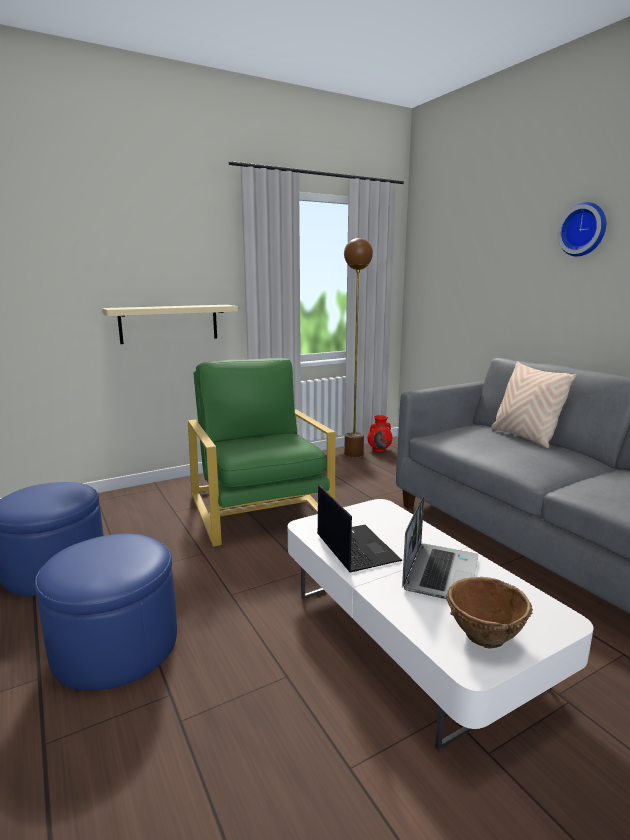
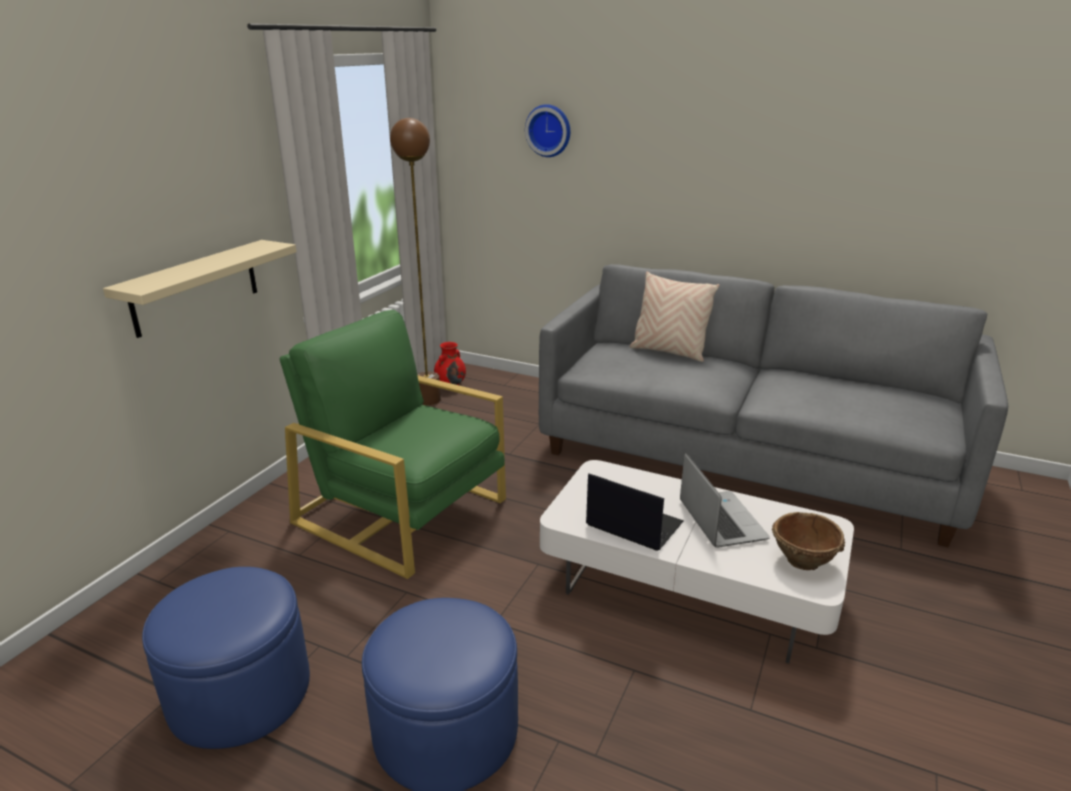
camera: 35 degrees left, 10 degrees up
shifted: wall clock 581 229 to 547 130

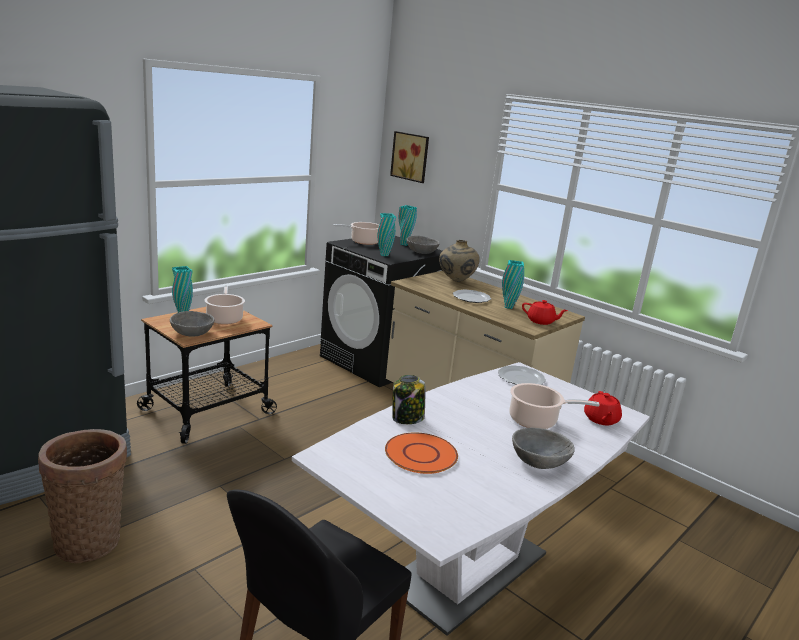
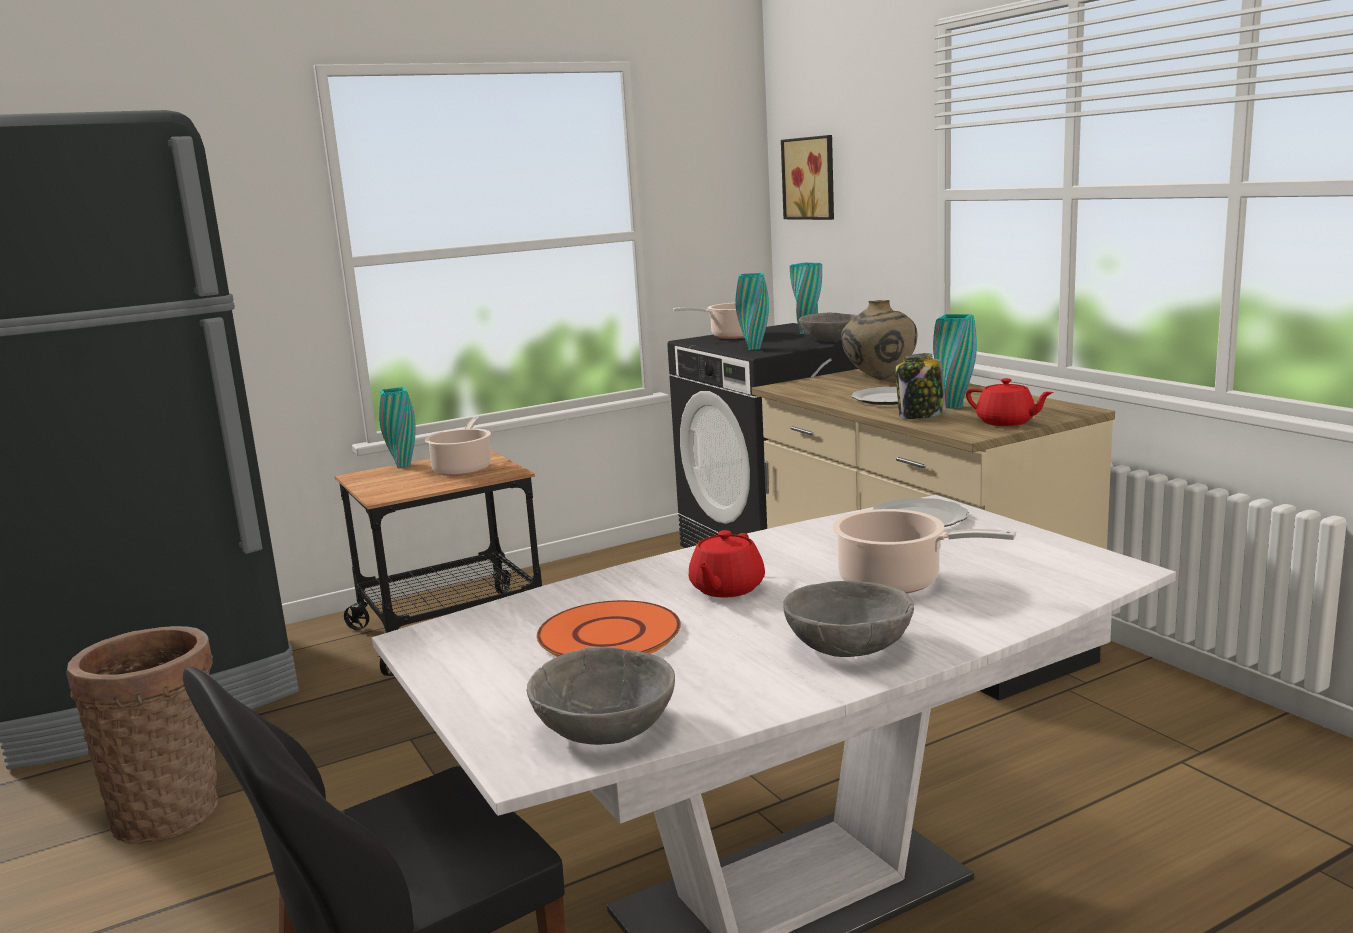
camera: 20 degrees right, 5 degrees down
shifted: grey bowl 192 324 to 601 696; jar 409 399 to 921 386; red teapot 603 408 to 727 564

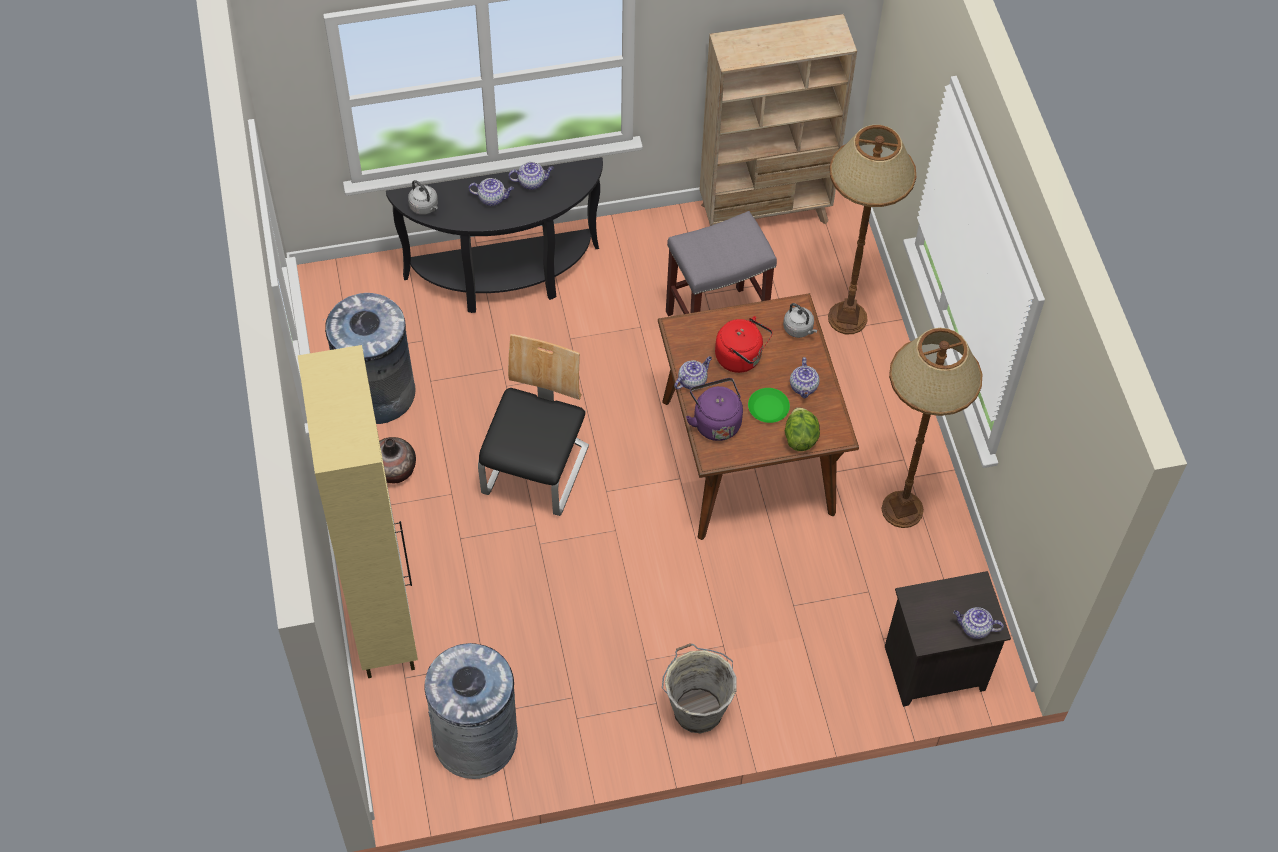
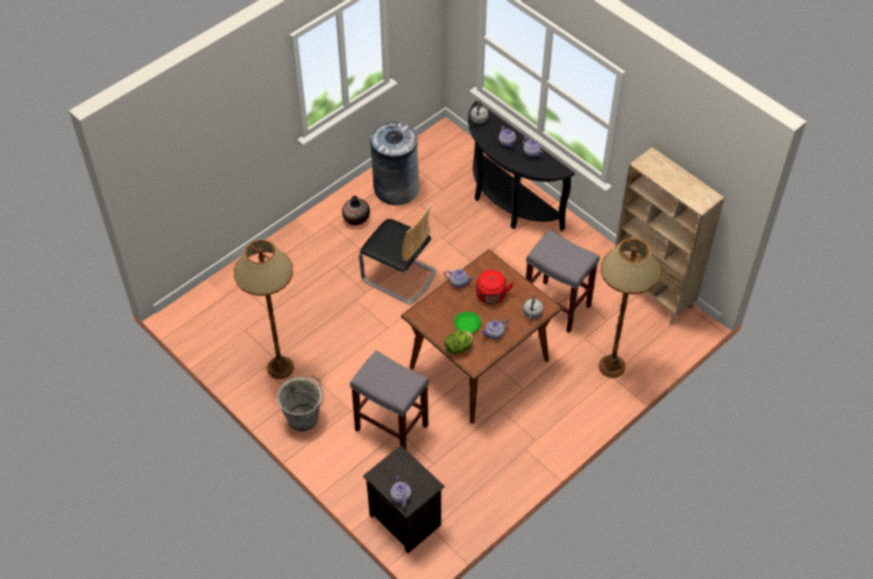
camera: 60 degrees right, 5 degrees down
gone: beige cabinet 357 511; grey trash can 471 711; purple kettle 714 409
new: grey stool 389 399
shifted: brown floor lamp 932 428 to 264 309
rotated: chair 533 425 = 397 254 45 degrees clockwise

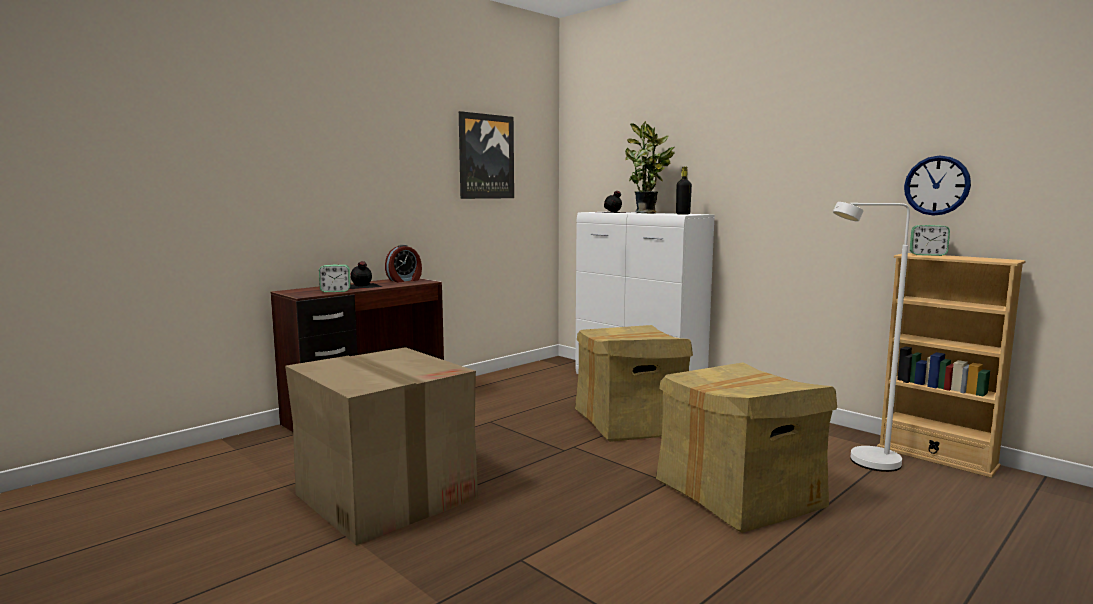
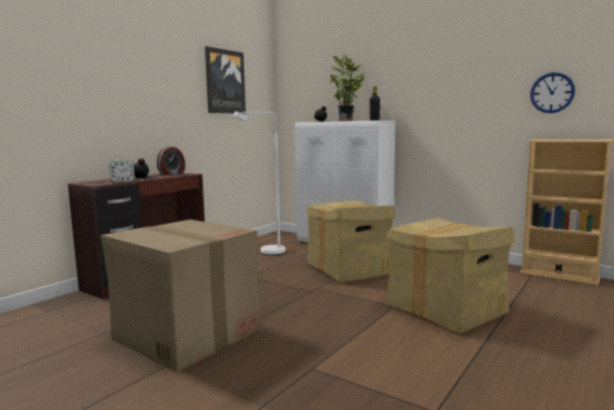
camera: 10 degrees left, 0 degrees up
gone: alarm clock 930 240
shifted: white floor lamp 871 337 to 259 183

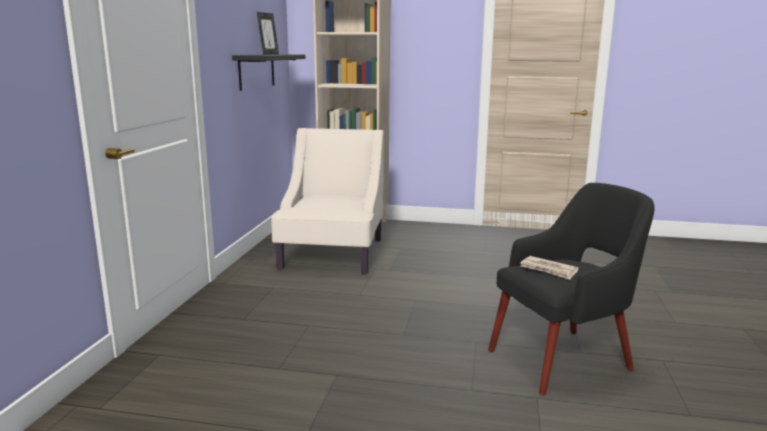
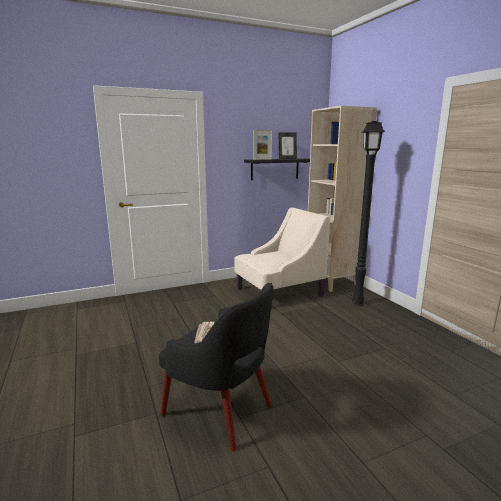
camera: 55 degrees right, 0 degrees up
new: picture frame 262 145; black floor lamp 368 213

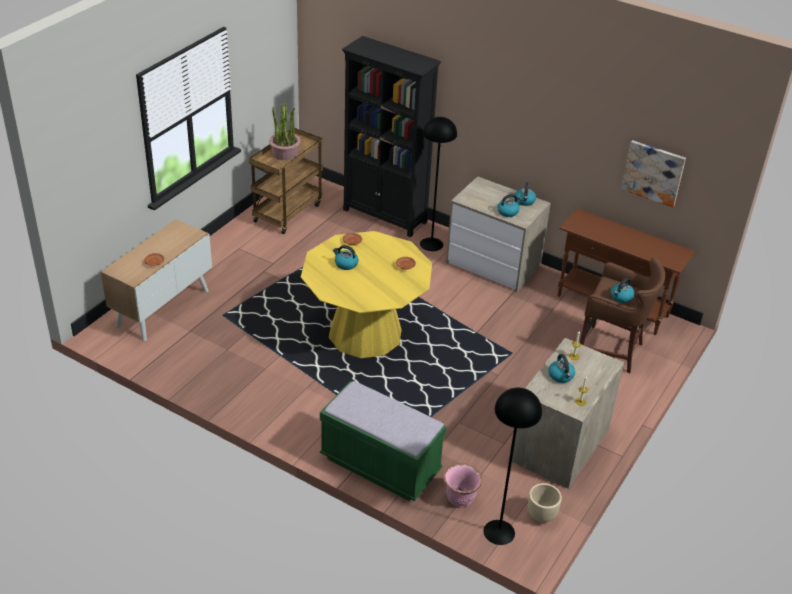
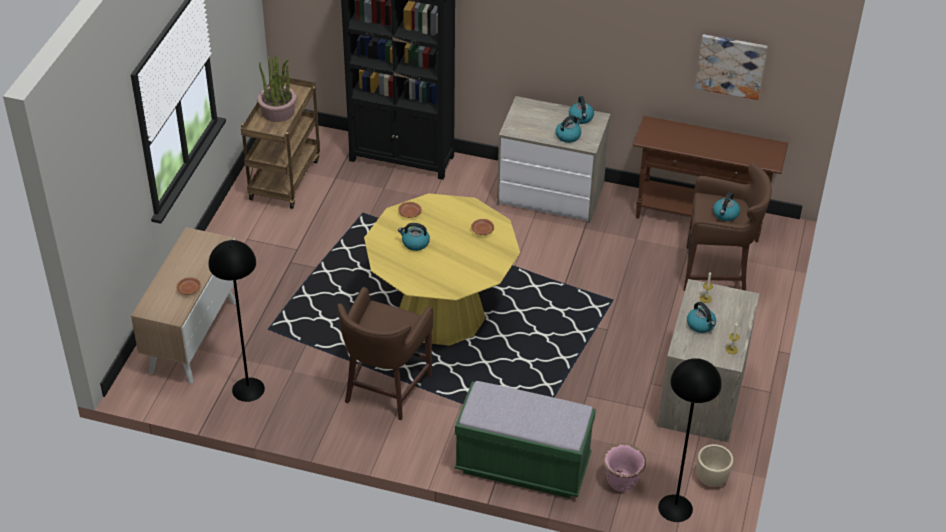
camera: 15 degrees left, 5 degrees up
new: brown stool 385 353
shifted: black floor lamp 438 184 to 237 321

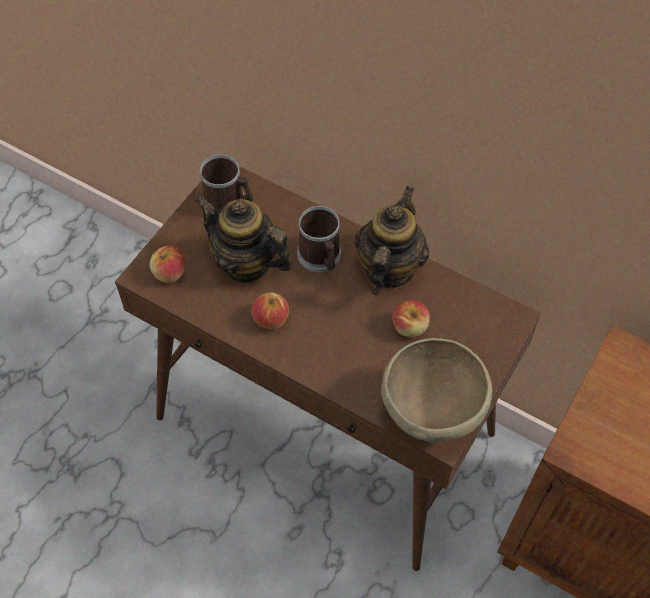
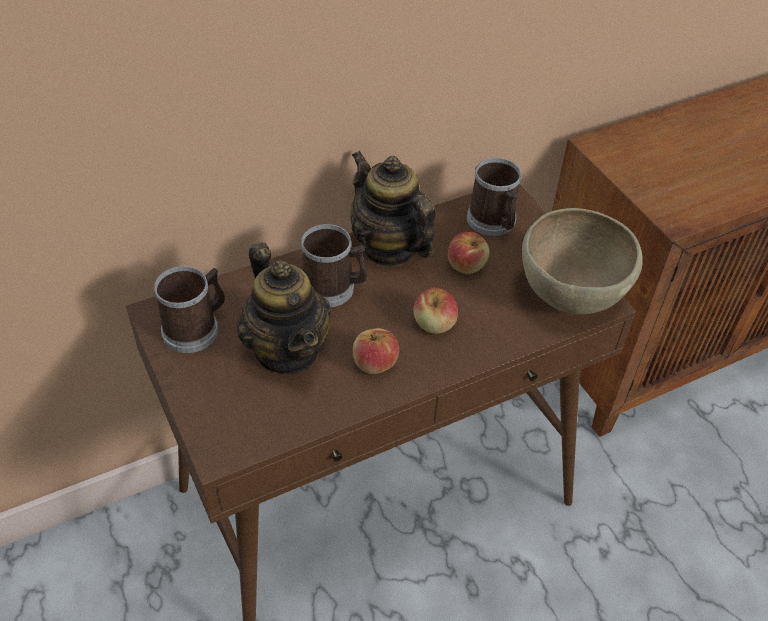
camera: 60 degrees left, 10 degrees down
new: mug 494 197
shifted: apple 168 264 to 435 311
rotated: teapot 244 240 = 284 308 90 degrees counterclockwise

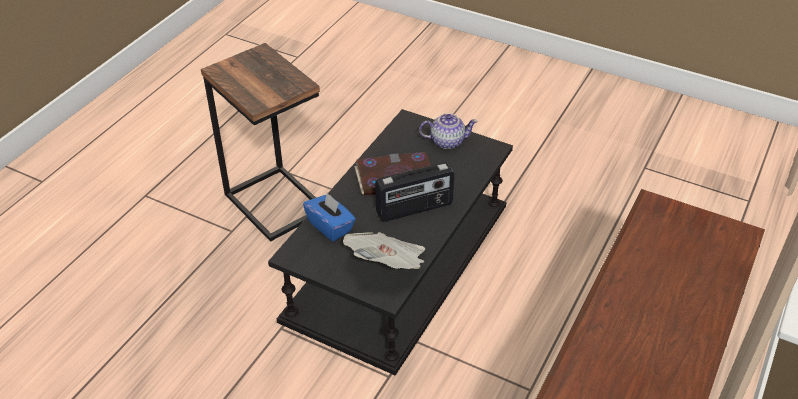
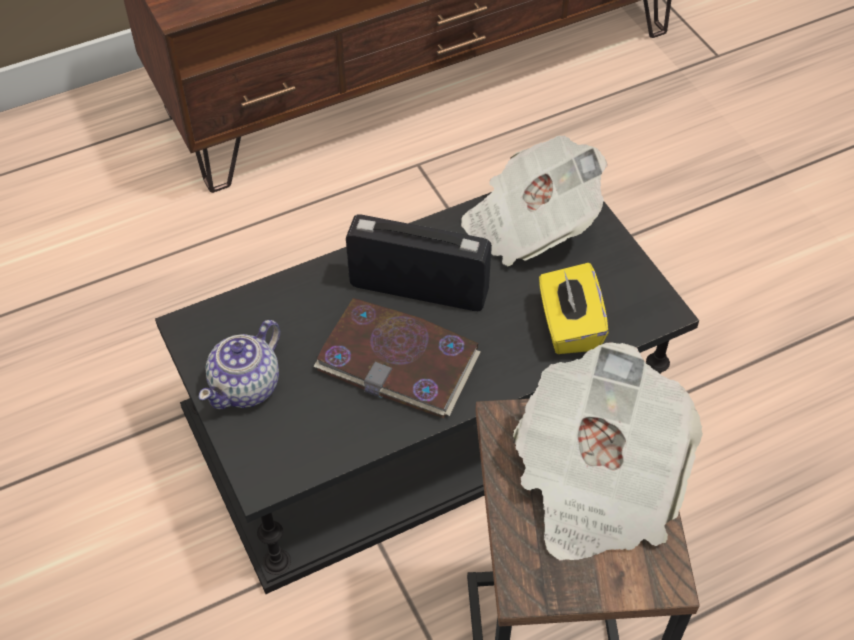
camera: 145 degrees left, 10 degrees up
new: newspaper 608 451
repainted: blue tissue box 329 217 to yellow tissue box 574 308
rotated: teapot 448 131 = 239 364 90 degrees counterclockwise

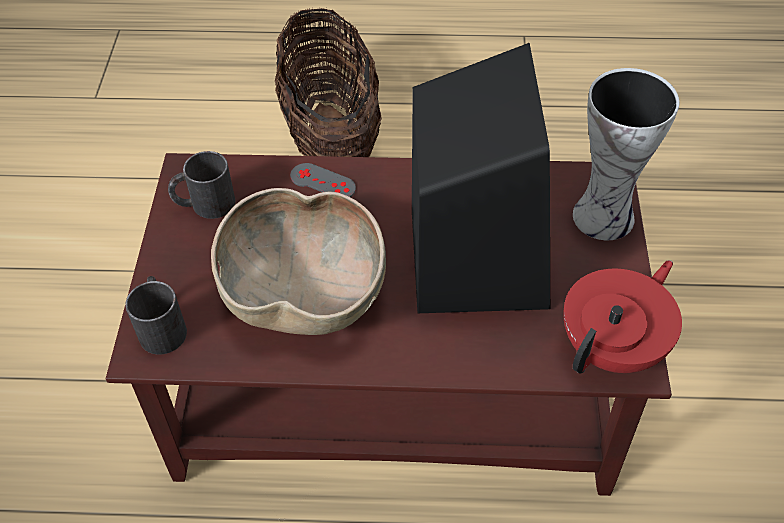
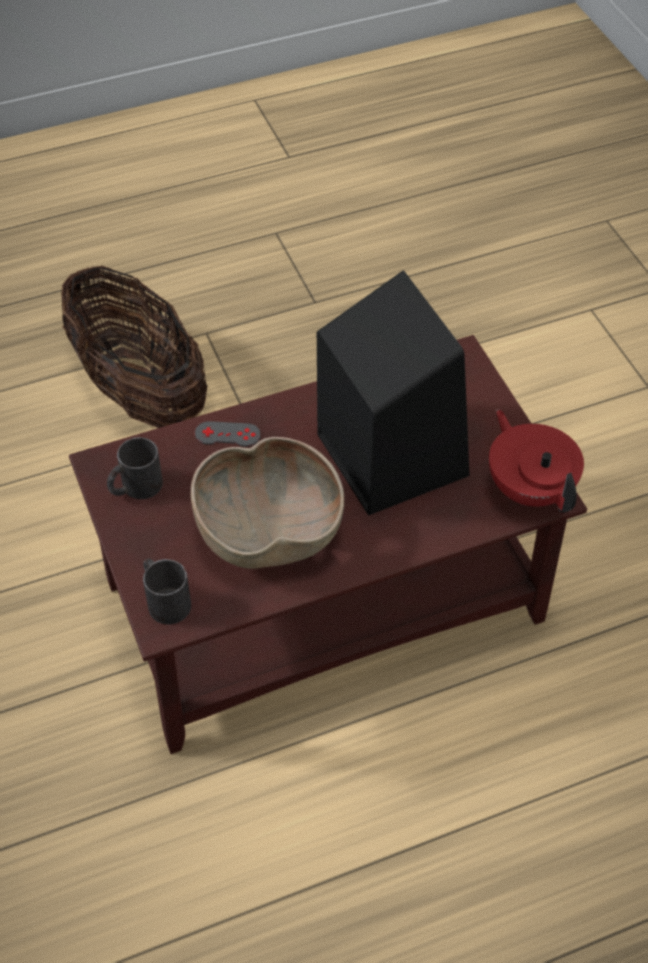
camera: 25 degrees left, 0 degrees up
gone: vase 626 154
rotated: red teapot 623 317 = 536 461 45 degrees counterclockwise

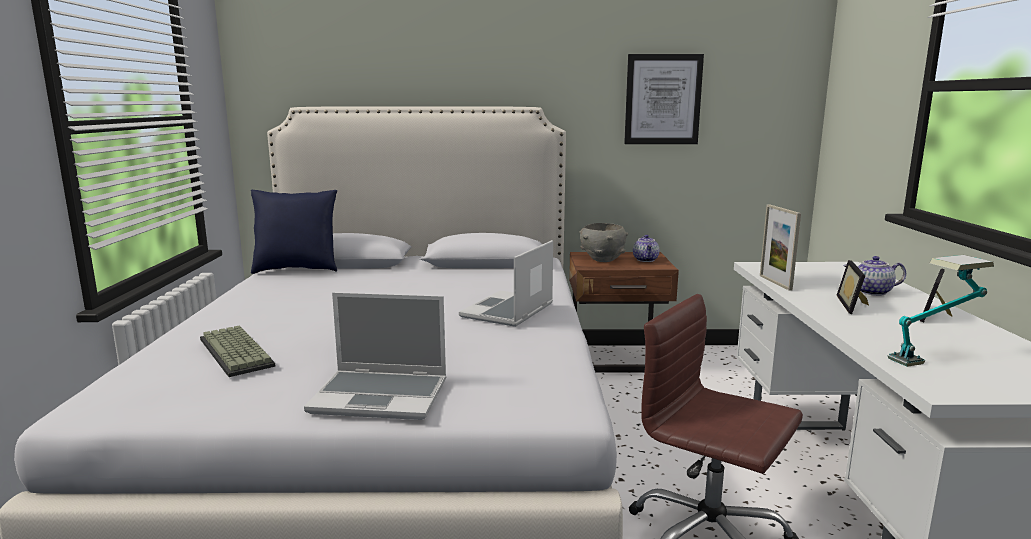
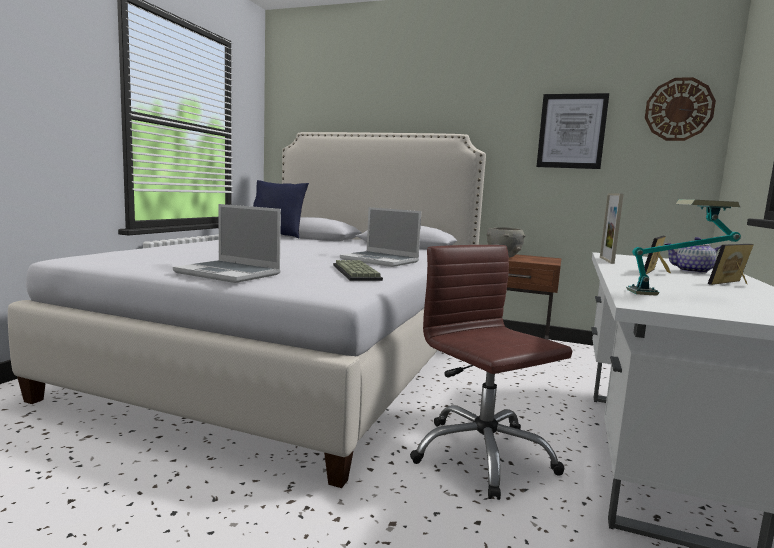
camera: 20 degrees right, 5 degrees down
gone: teapot 646 248
new: wall clock 680 109
shifted: keyboard 237 351 to 358 270
rotated: laptop 506 283 = 380 237 105 degrees counterclockwise

